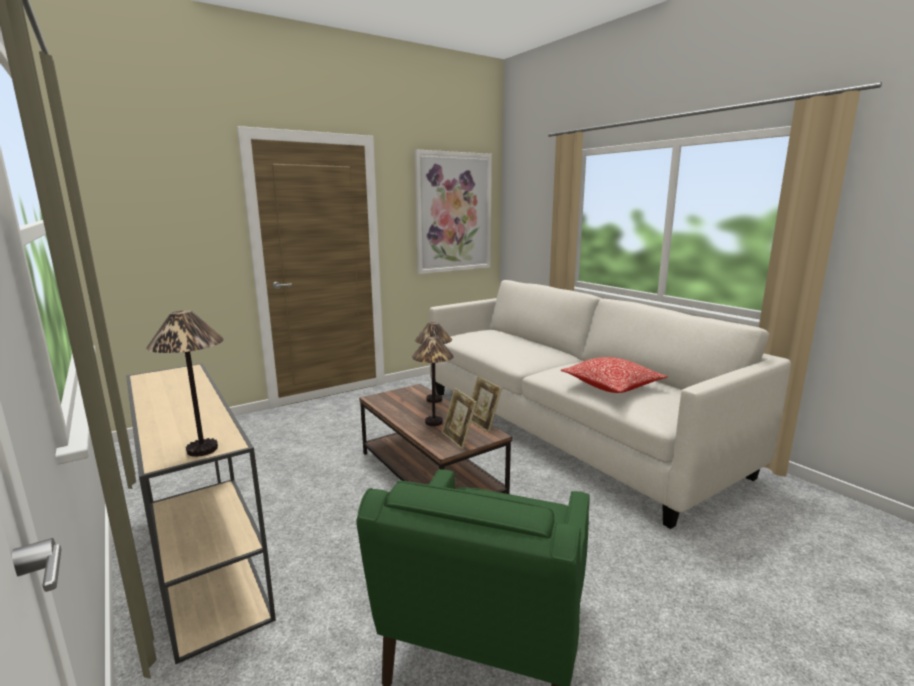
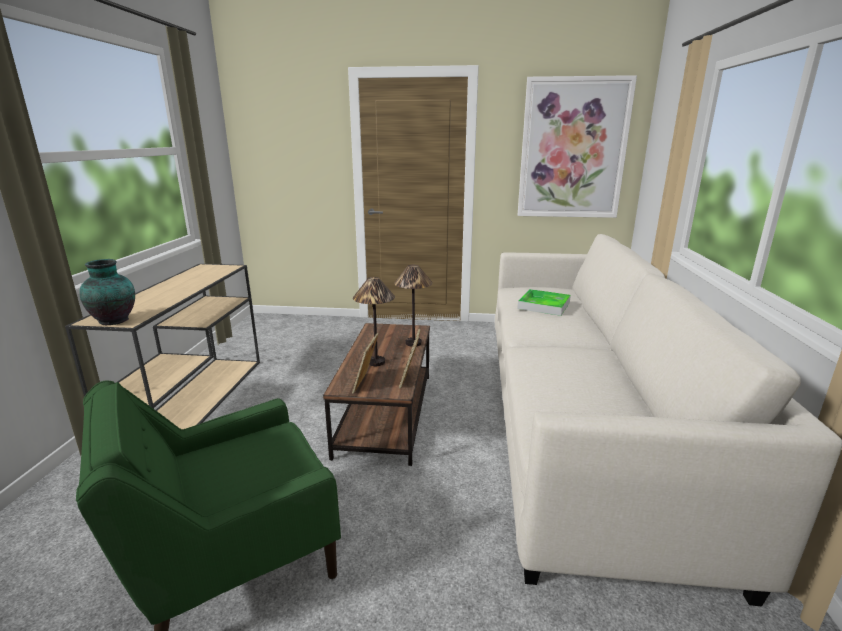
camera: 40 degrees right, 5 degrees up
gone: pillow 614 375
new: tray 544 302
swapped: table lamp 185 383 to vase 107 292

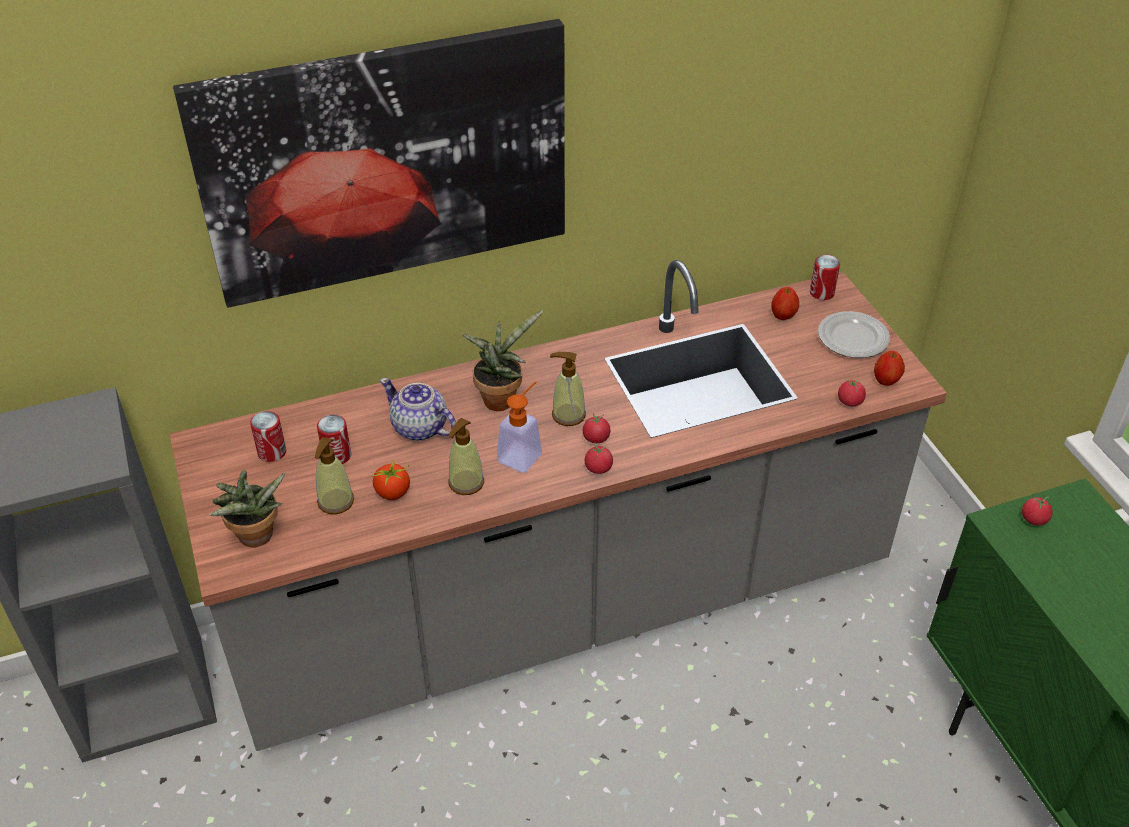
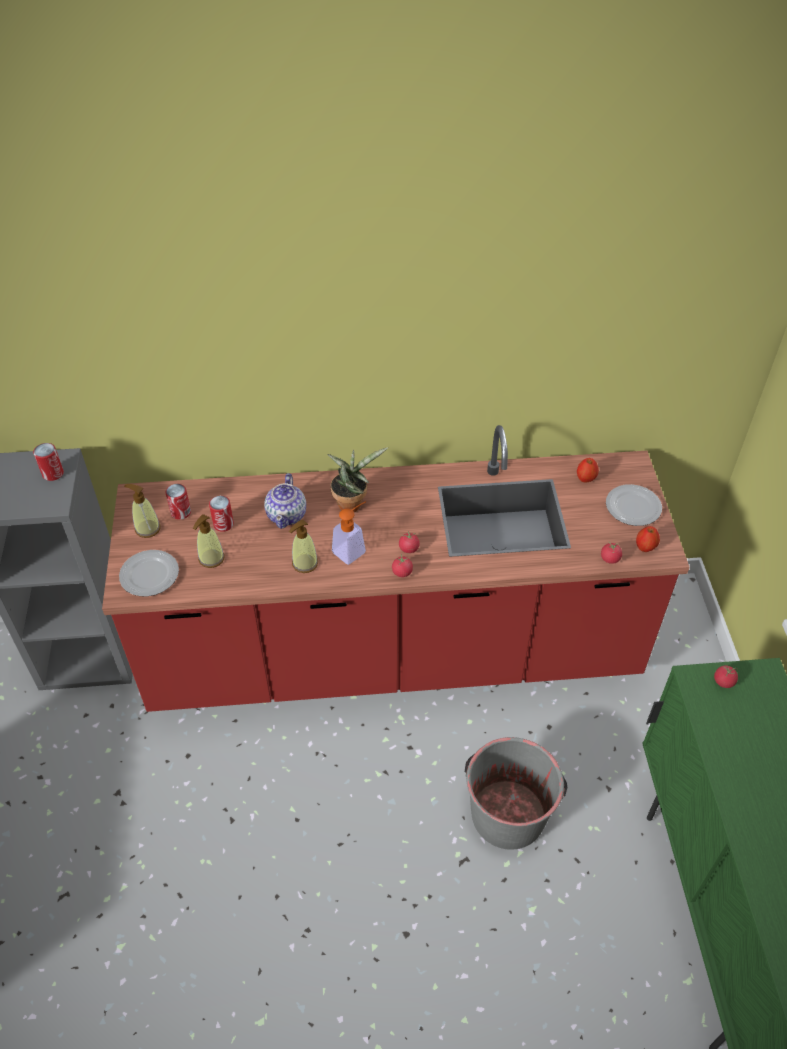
camera: 15 degrees right, 5 degrees up
gone: picture 369 163; tomato 390 479
new: grey bucket 516 793
shifted: soap dispenser 568 389 to 142 511; can 825 277 to 48 462
swapped: potted plant 247 508 to plate 149 573
repainted: grey counter 558 505 to red counter 396 568
rotated: teapot 418 409 = 285 501 135 degrees counterclockwise

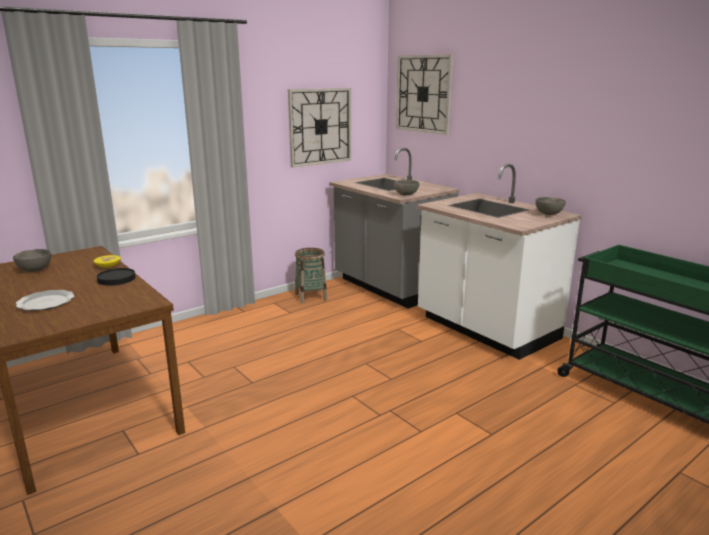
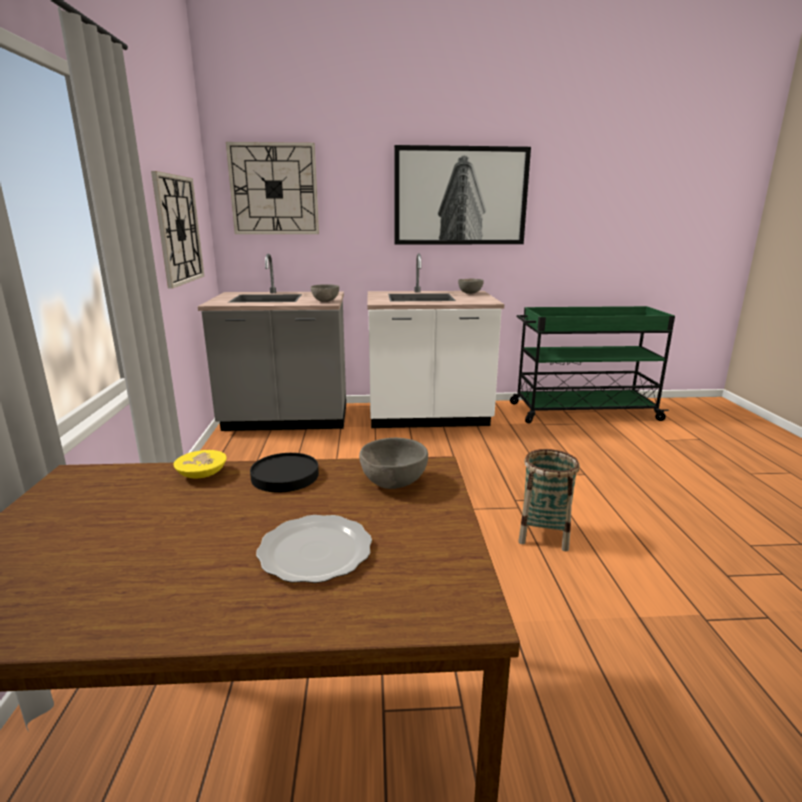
camera: 55 degrees left, 0 degrees up
new: picture 462 195
shifted: grey bowl 32 260 to 393 463; basket 311 275 to 549 500

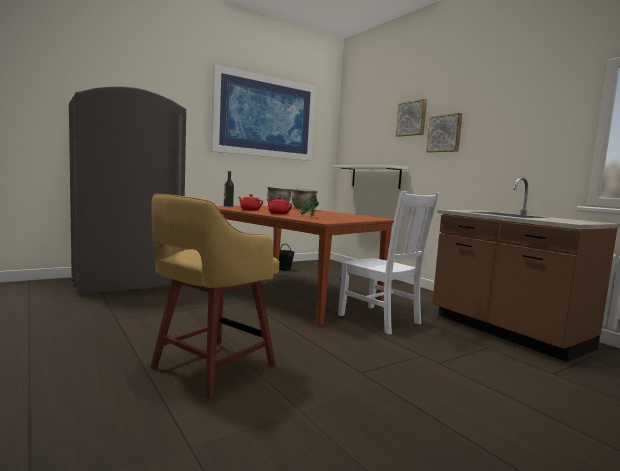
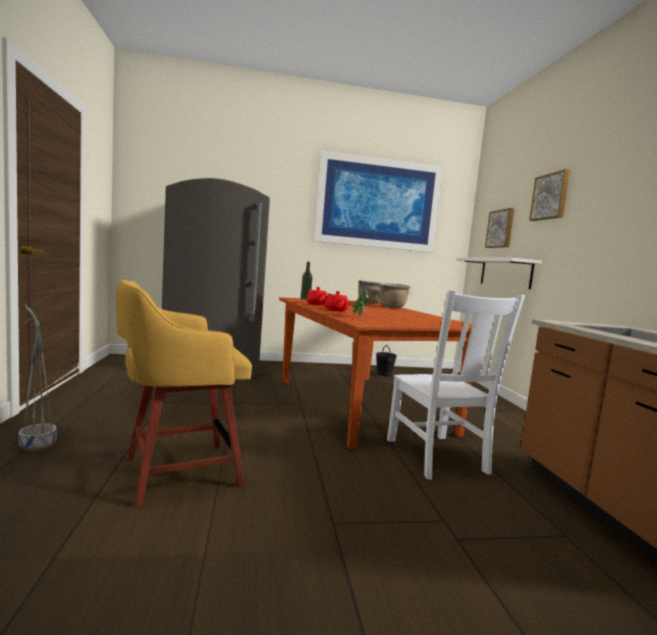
camera: 25 degrees right, 0 degrees up
new: grey planter 37 377
shifted: picture 444 132 to 499 228

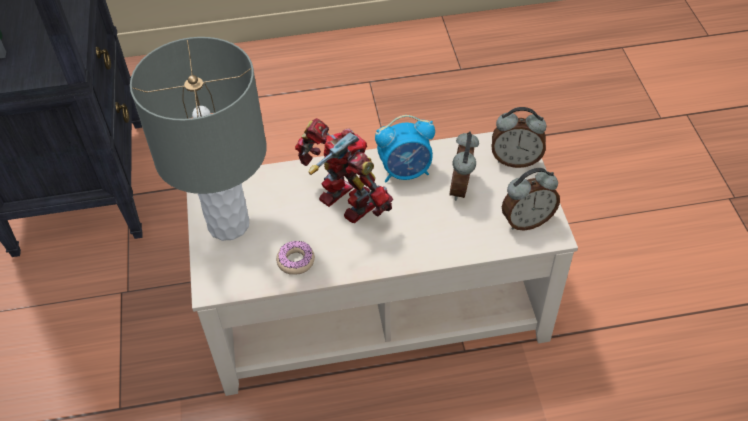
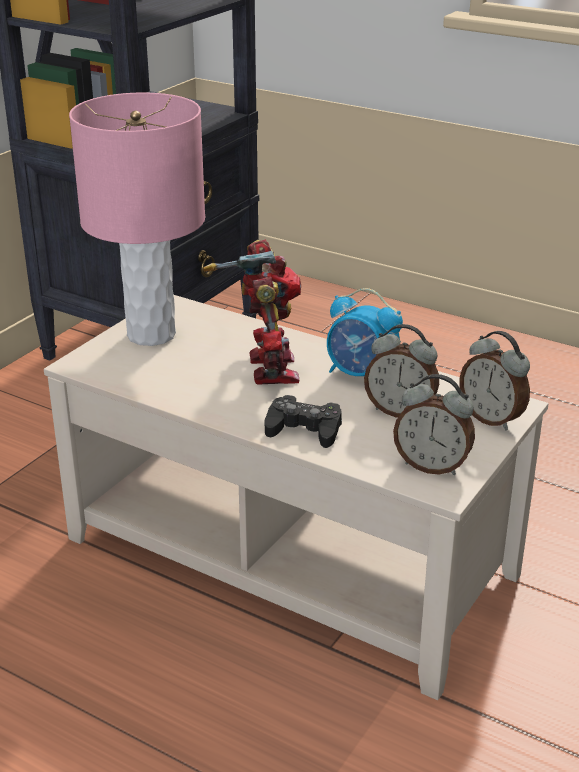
camera: 40 degrees right, 20 degrees down
gone: donut 295 258
new: black game controller 303 421
repainted: grey table lamp 198 139 to pink table lamp 137 219
rotated: alarm clock 464 166 = 401 371 120 degrees counterclockwise

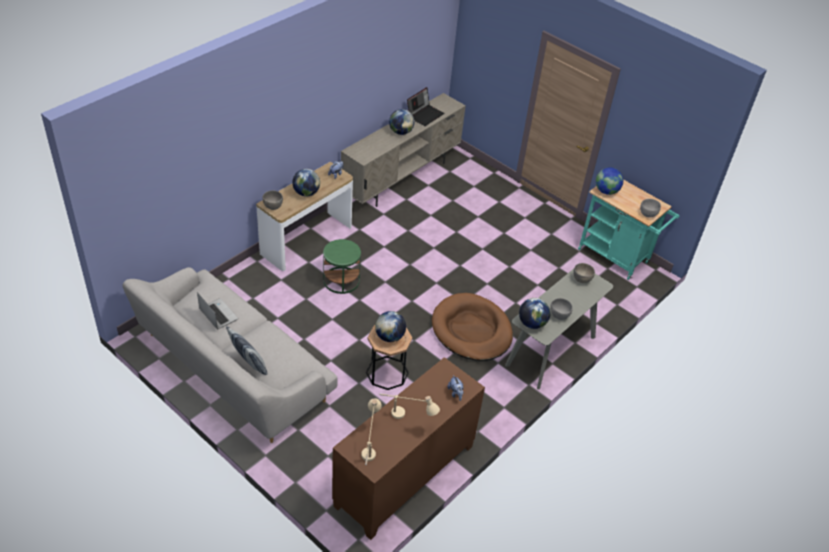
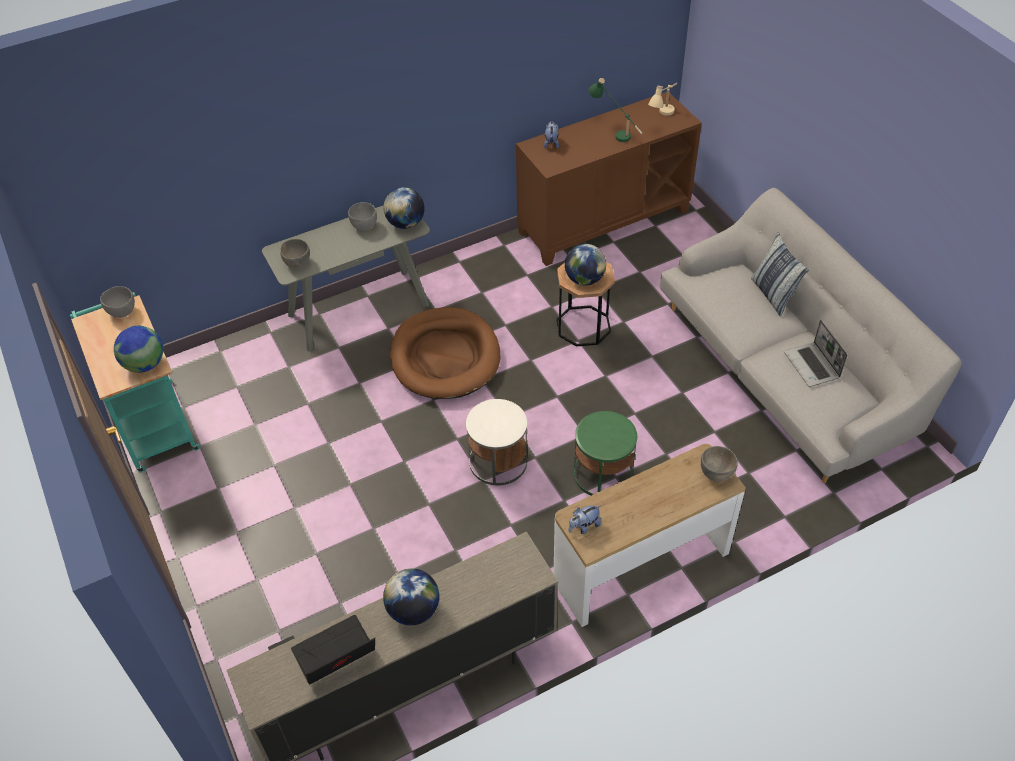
camera: 155 degrees left, 5 degrees up
gone: globe 306 182
new: white side table 496 442
repainted: beige table lamp 409 406 to green table lamp 615 110

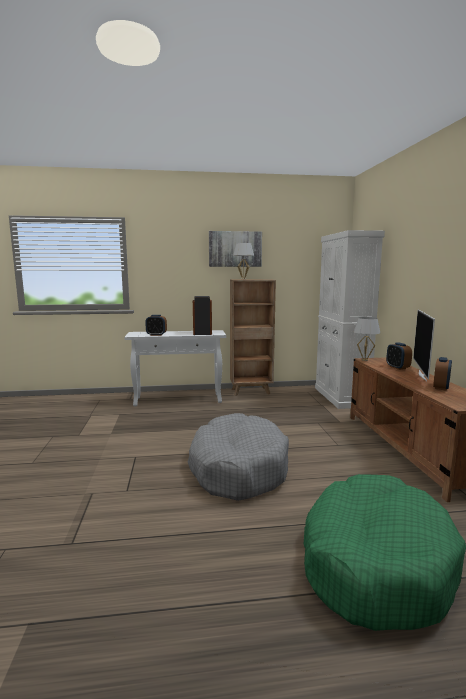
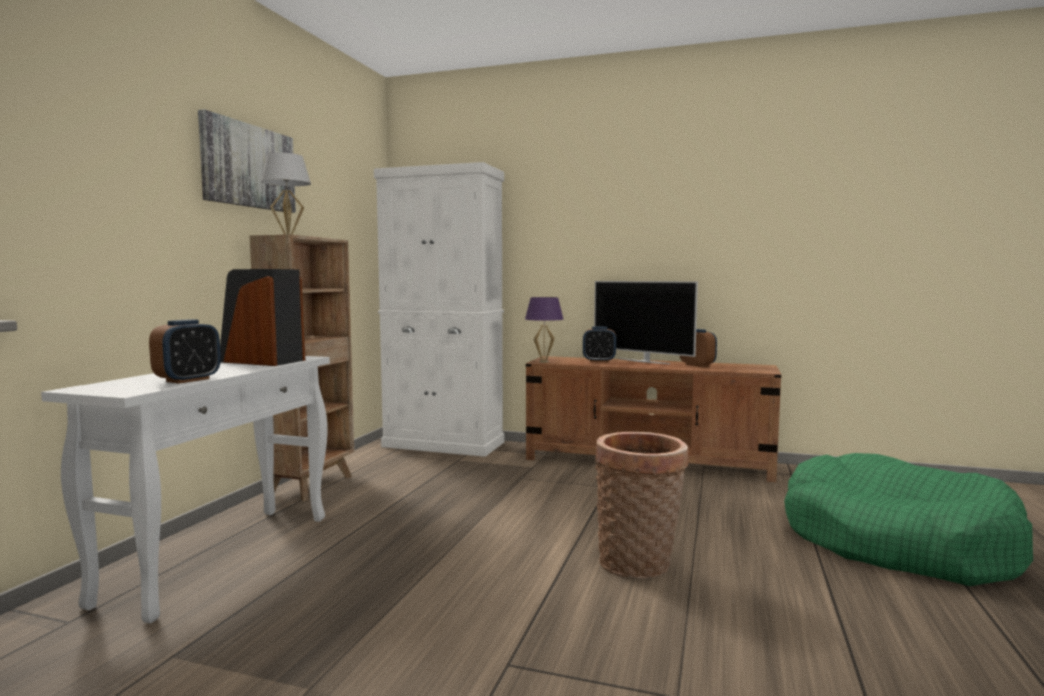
camera: 65 degrees left, 5 degrees down
swapped: grey dog bed 238 457 to basket 641 505
repainted: white table lamp 367 339 to purple table lamp 544 330

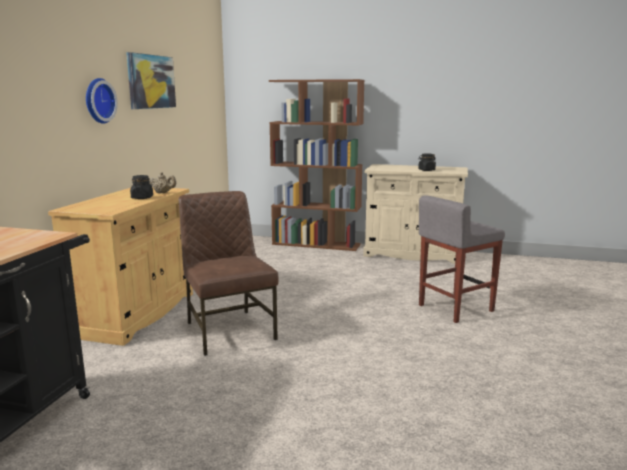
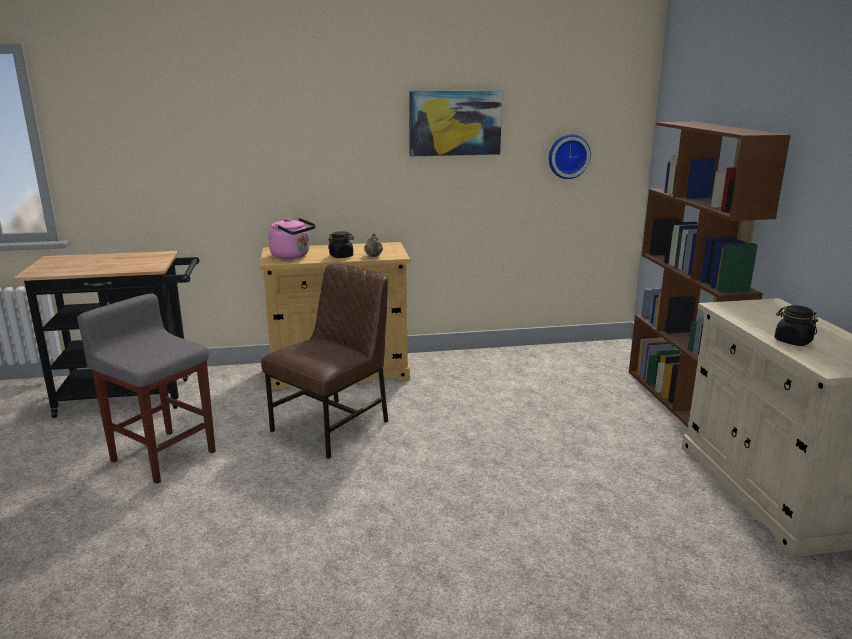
camera: 65 degrees right, 5 degrees up
new: pink kettle 292 238
shifted: wall clock 102 101 to 570 156; grey stool 462 259 to 146 389

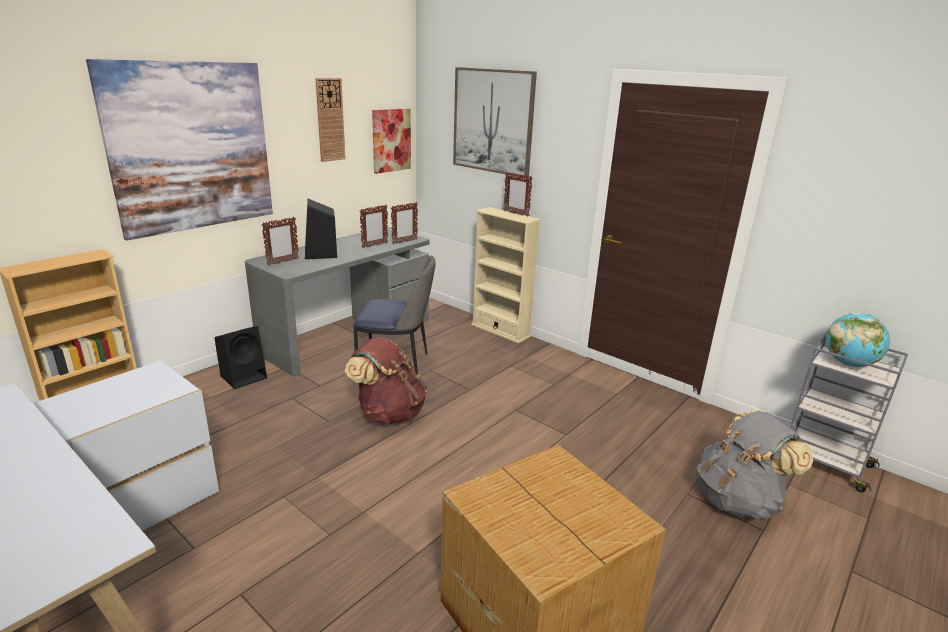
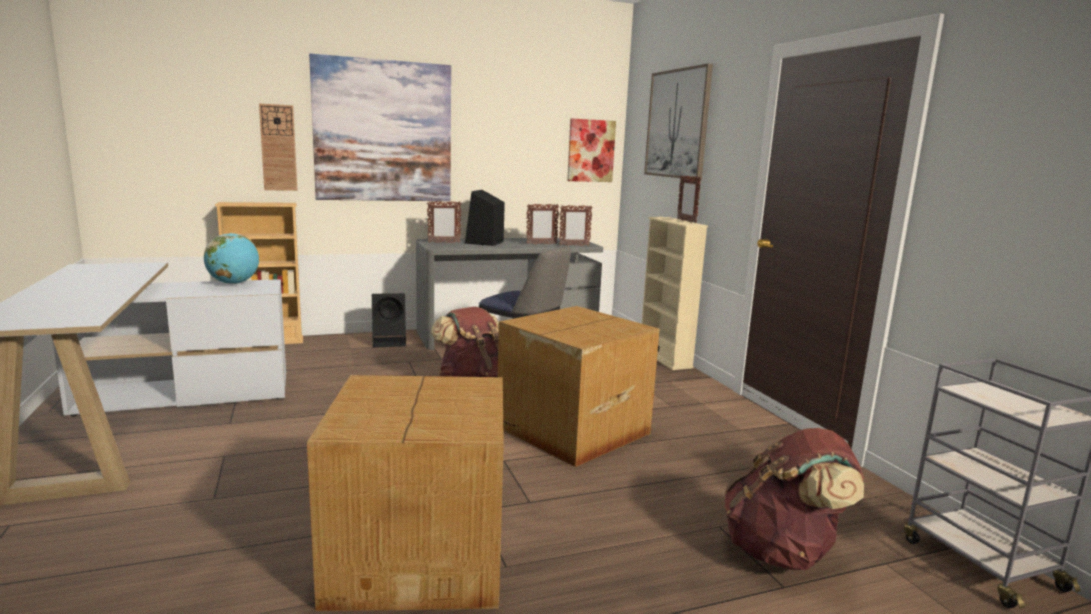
camera: 30 degrees right, 10 degrees down
new: cardboard box 579 386
shifted: wall clock 330 120 to 278 147; globe 858 340 to 231 258
repainted: grey backpack 754 465 to brown backpack 794 499

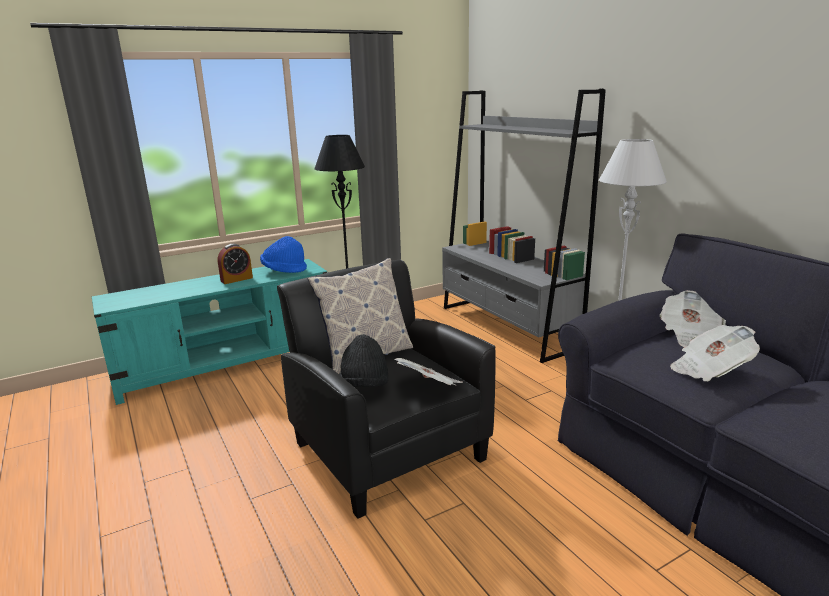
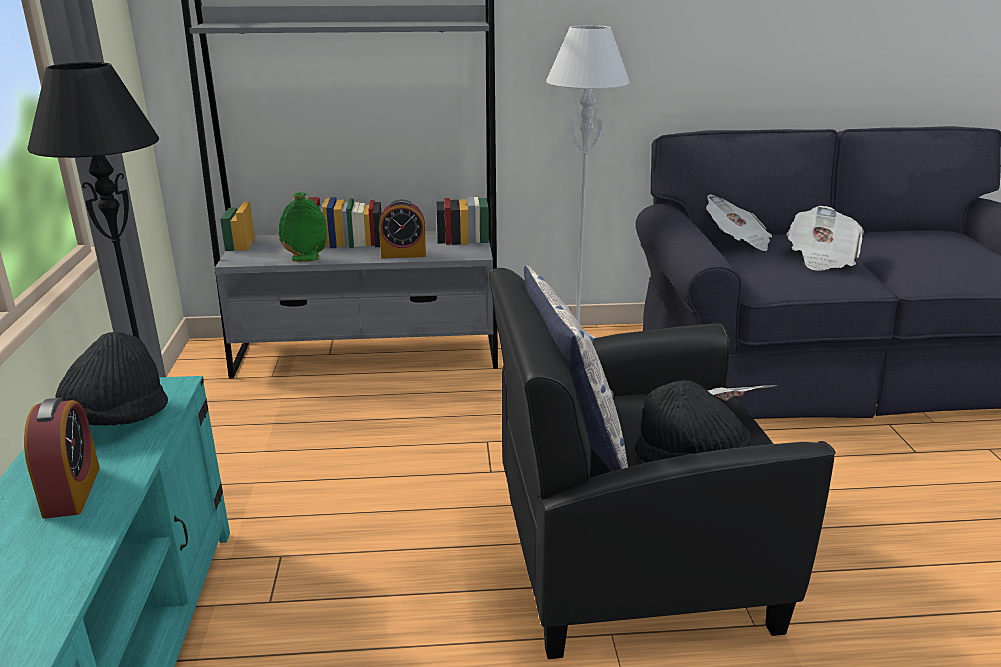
camera: 65 degrees left, 5 degrees up
new: green vase 303 227; alarm clock 402 228
repainted: blue hat 283 254 to black hat 111 379

